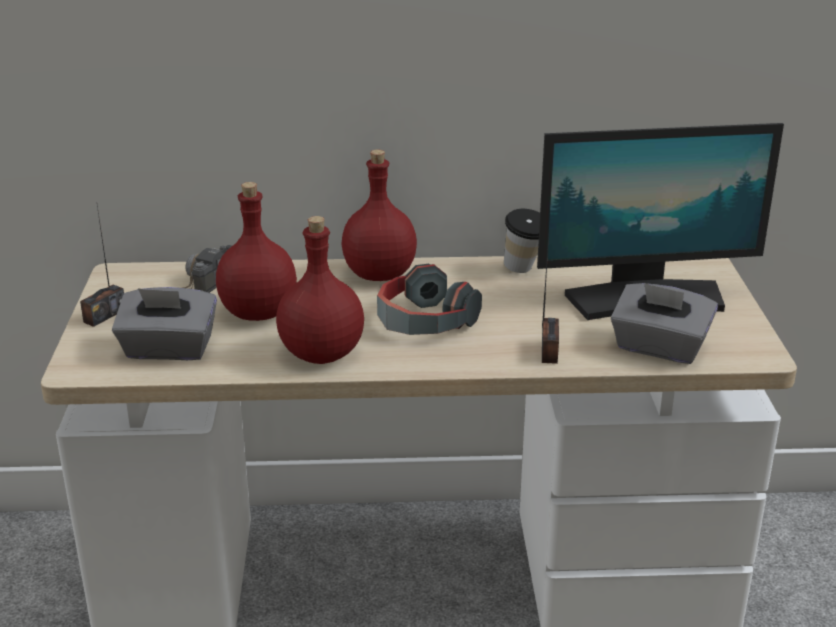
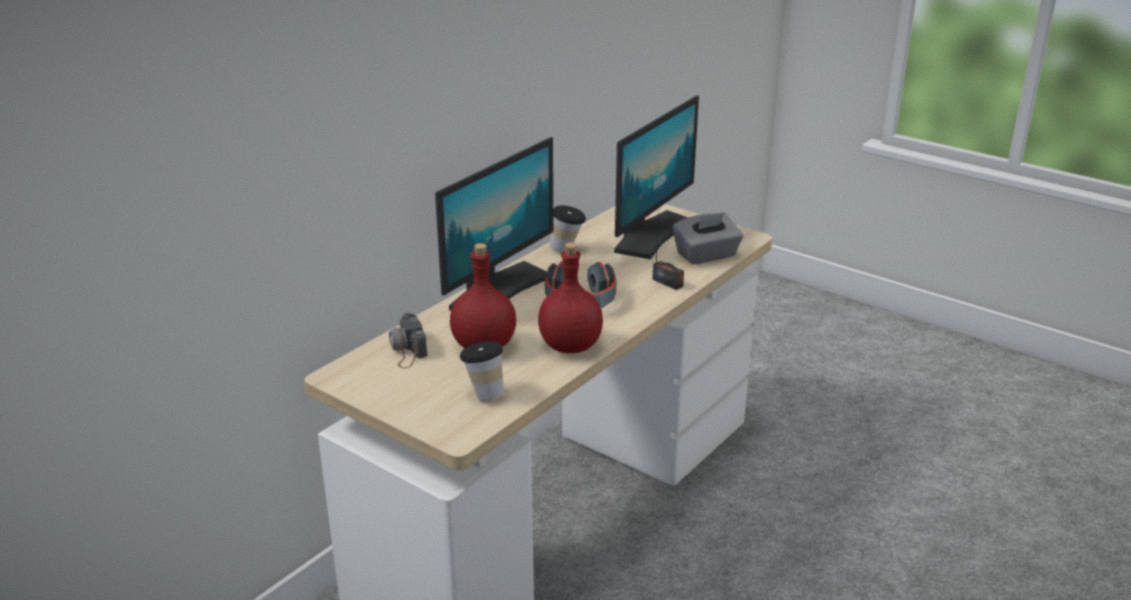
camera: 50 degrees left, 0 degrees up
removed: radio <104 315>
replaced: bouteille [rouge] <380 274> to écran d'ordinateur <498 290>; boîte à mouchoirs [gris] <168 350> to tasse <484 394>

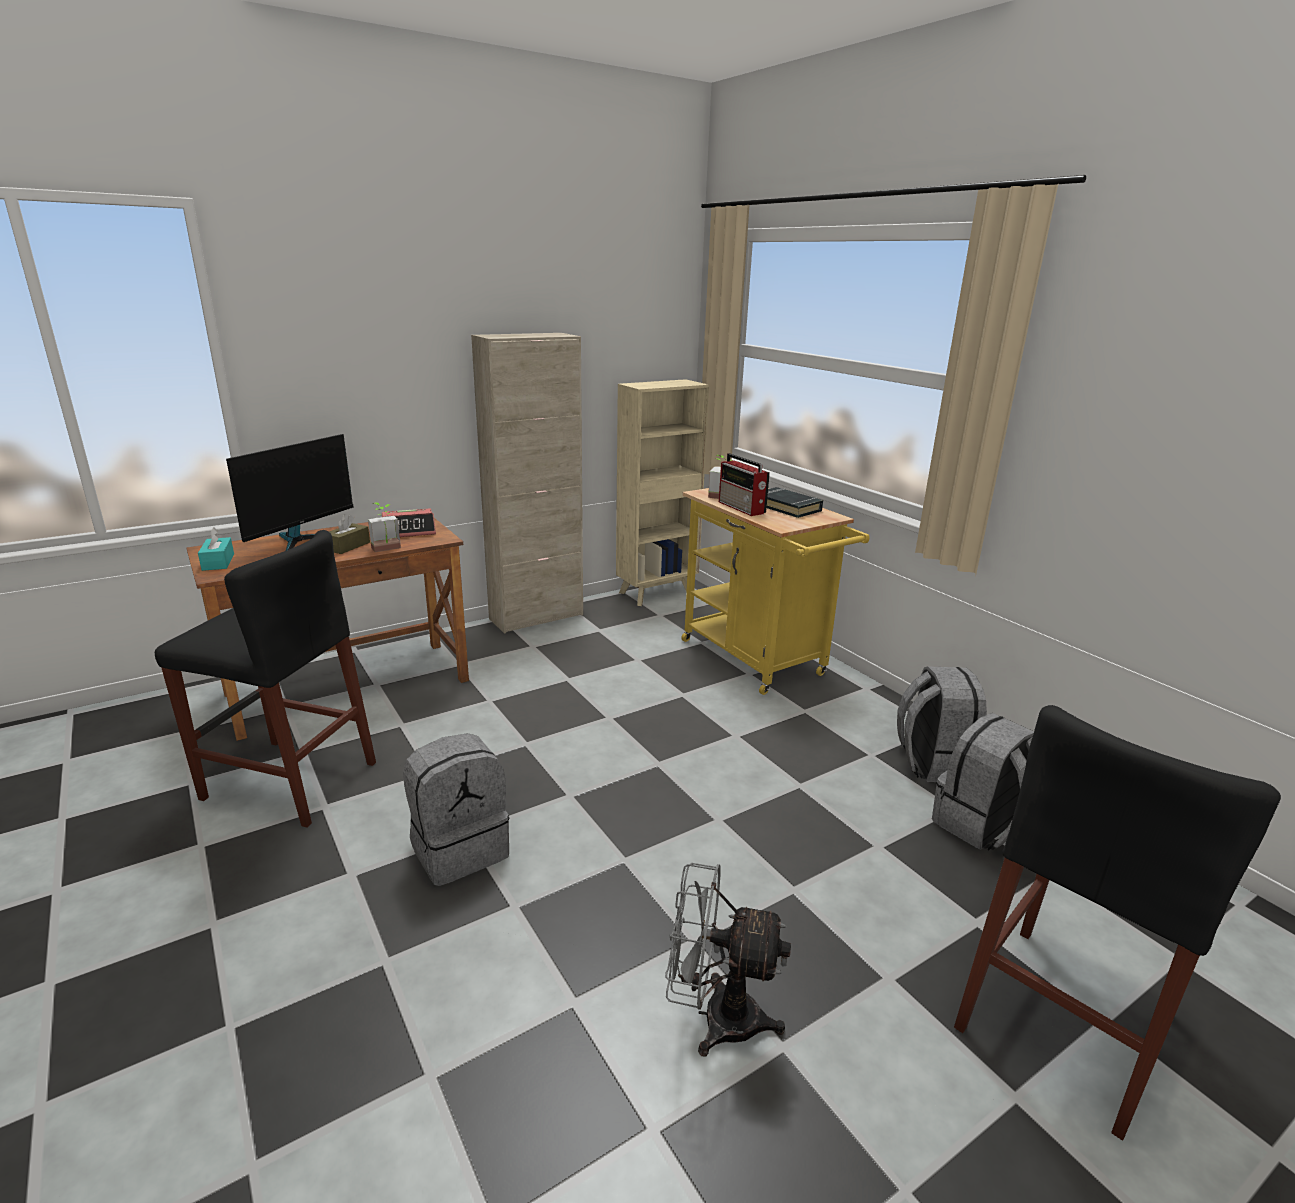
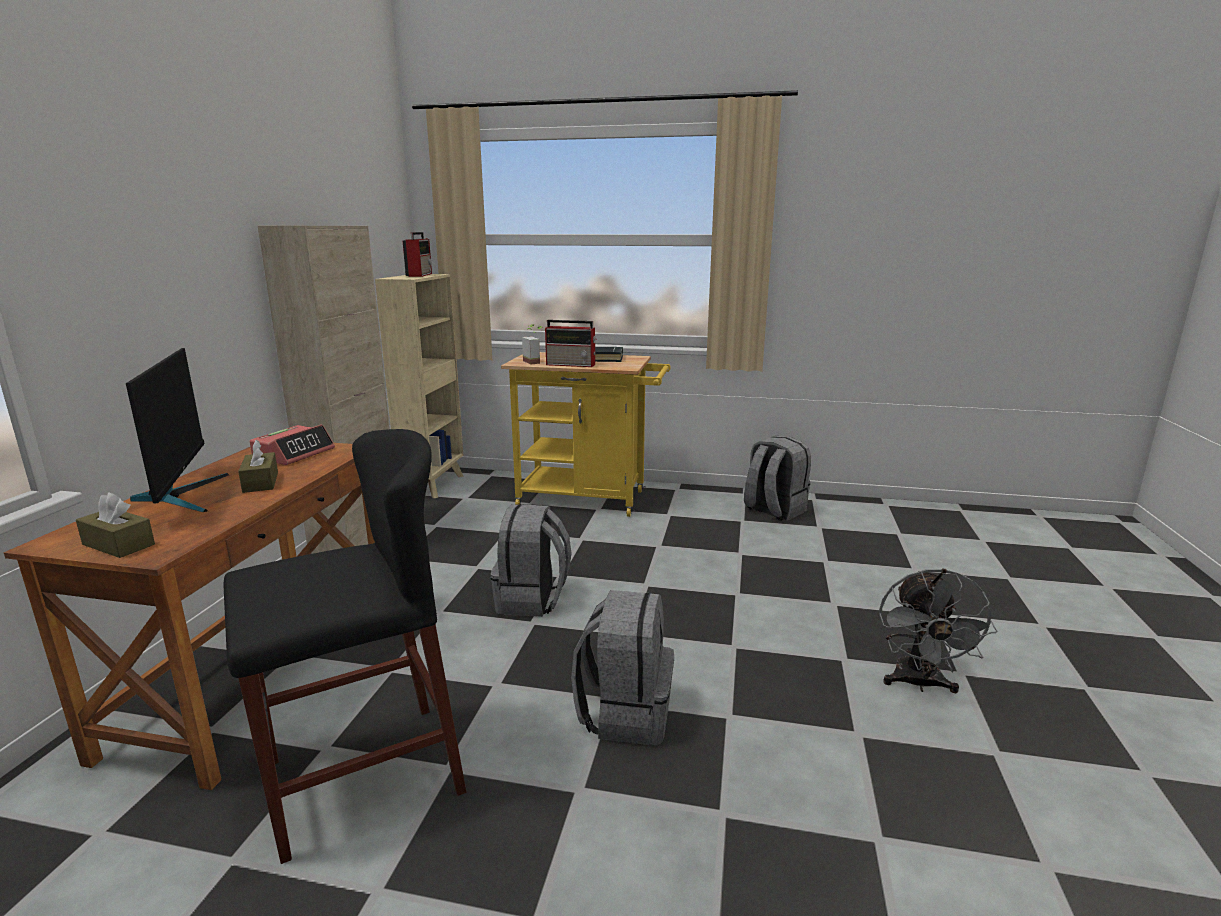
camera: 45 degrees left, 5 degrees down
removed: plante en pot <387 550>; tabouret [noir] <1065 1020>
added: radio <420 275>
moved: sac à dos [gris] <981 825> to <532 600>
recoloured: boîte à mouchoirs [turquoise] <218 562> to boîte à mouchoirs [marron] <118 544>
turned: ventilateur [gris] <715 1017> = <919 684> 45 degrees counterclockwise

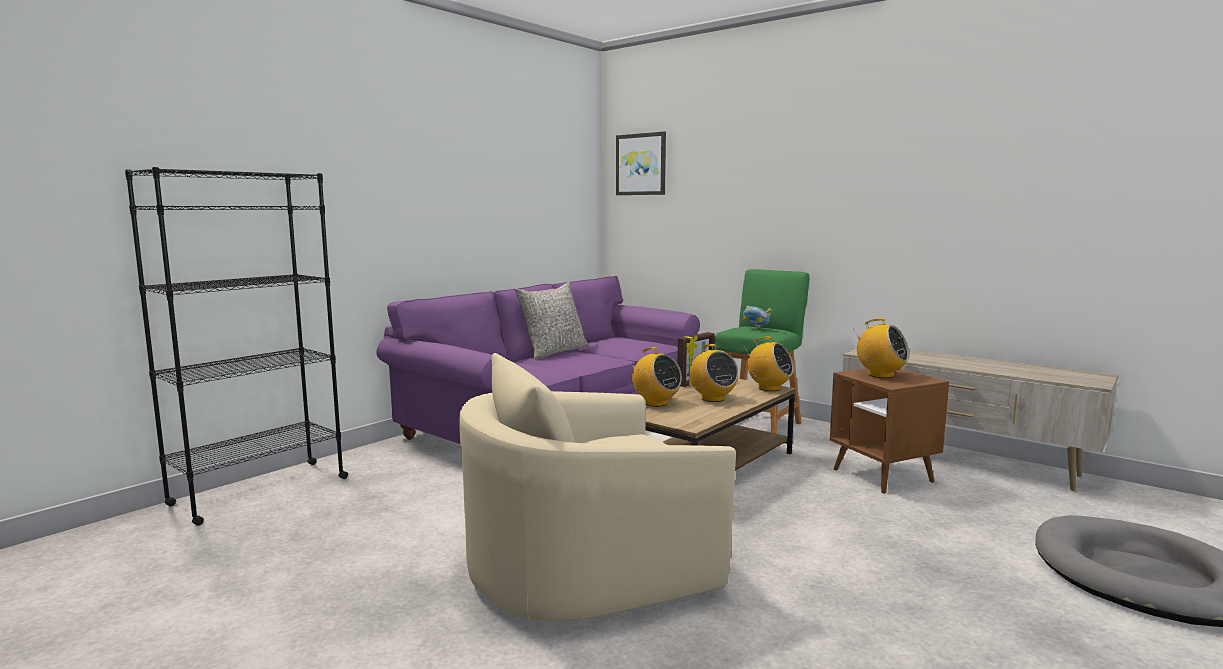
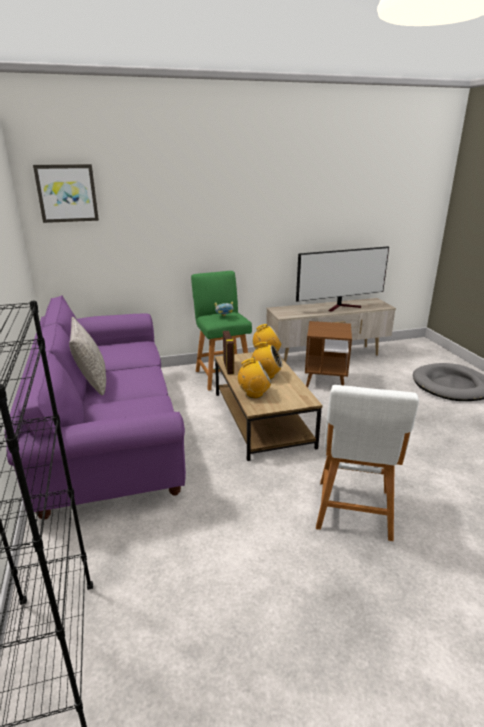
camera: 55 degrees left, 15 degrees up
removed: radio <880 375>
added: téléviseur <342 307>
replaced: fauteuil [beige] <586 565> to tabouret [blanc] <353 512>

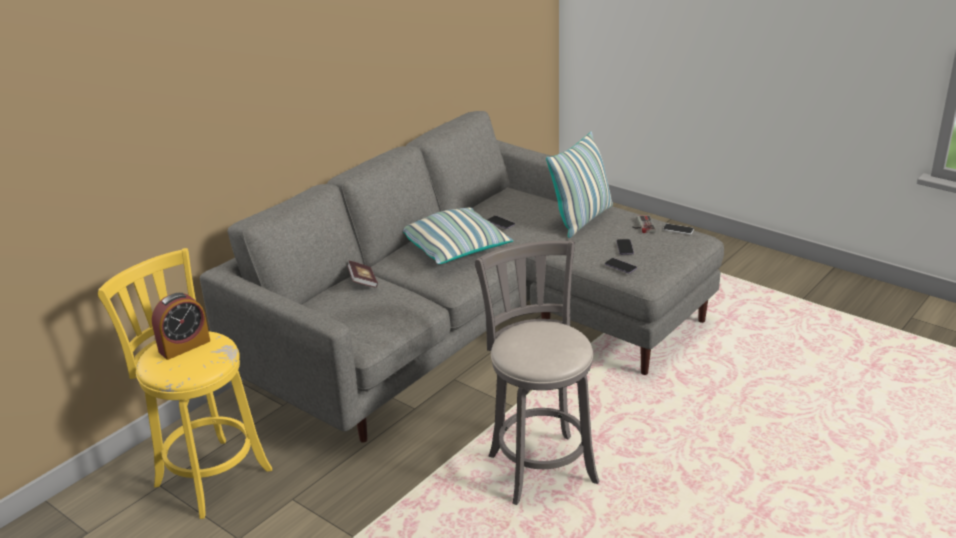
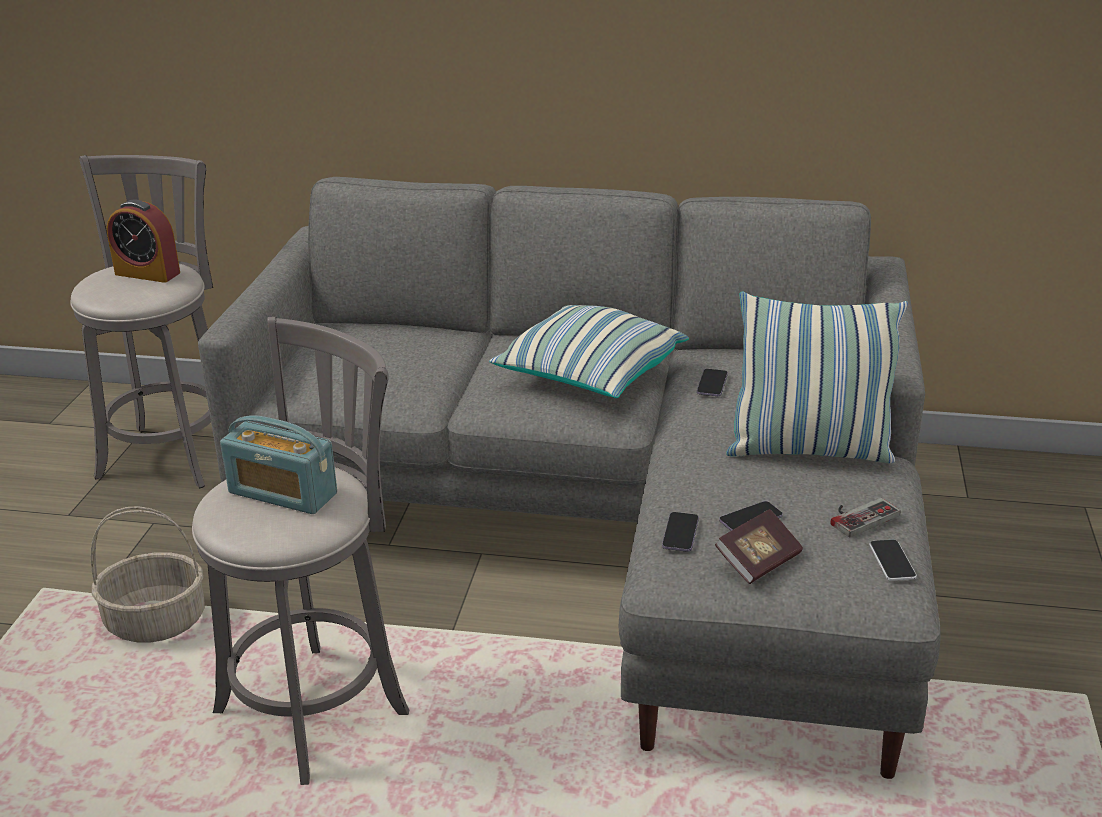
camera: 60 degrees right, 0 degrees up
added: panier <157 621>; radio <282 493>
moved: livre <363 282> to <758 561>
recoloured: tabouret [jaune] <209 475> to tabouret [gris] <173 452>

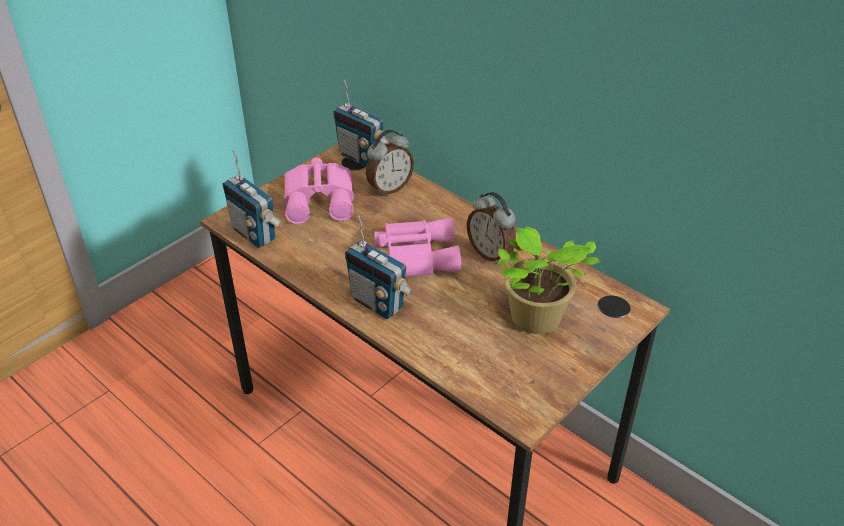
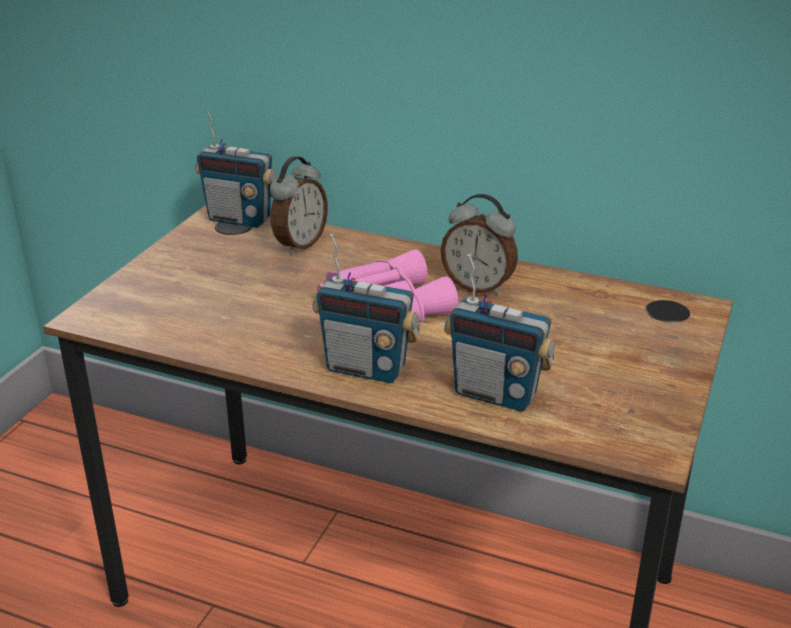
camera: 20 degrees left, 10 degrees down
removed: jumelles [rose] <321 199>; plante en pot <535 320>
moved: radio <255 234> to <496 394>

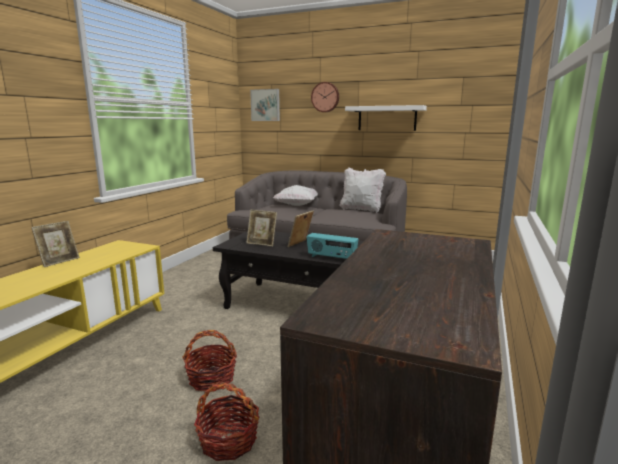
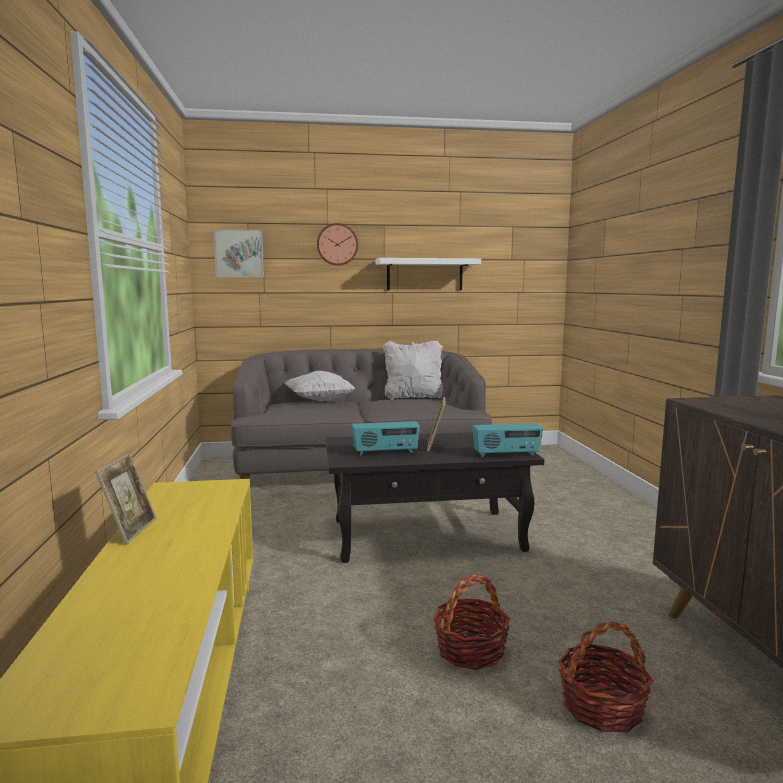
camera: 30 degrees left, 5 degrees down
replaced: cadre photo <262 243> to radio <385 452>

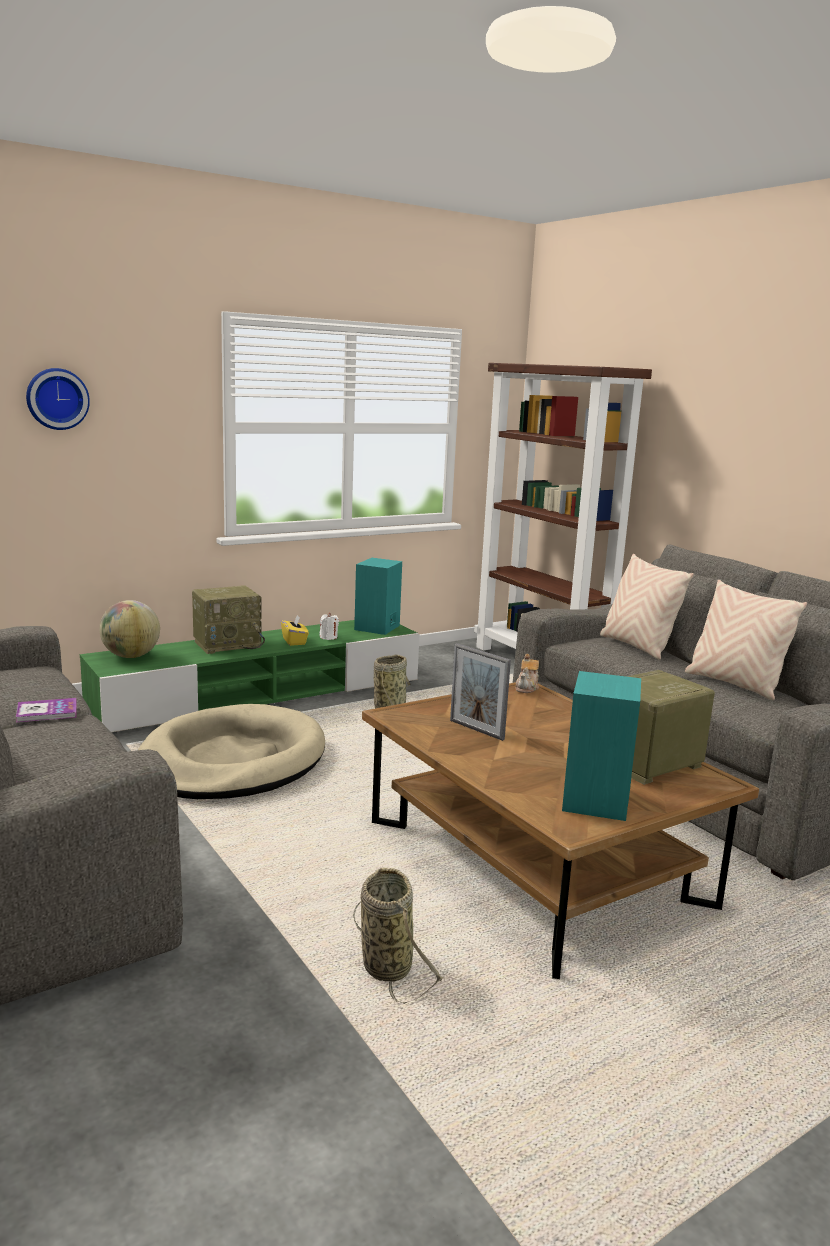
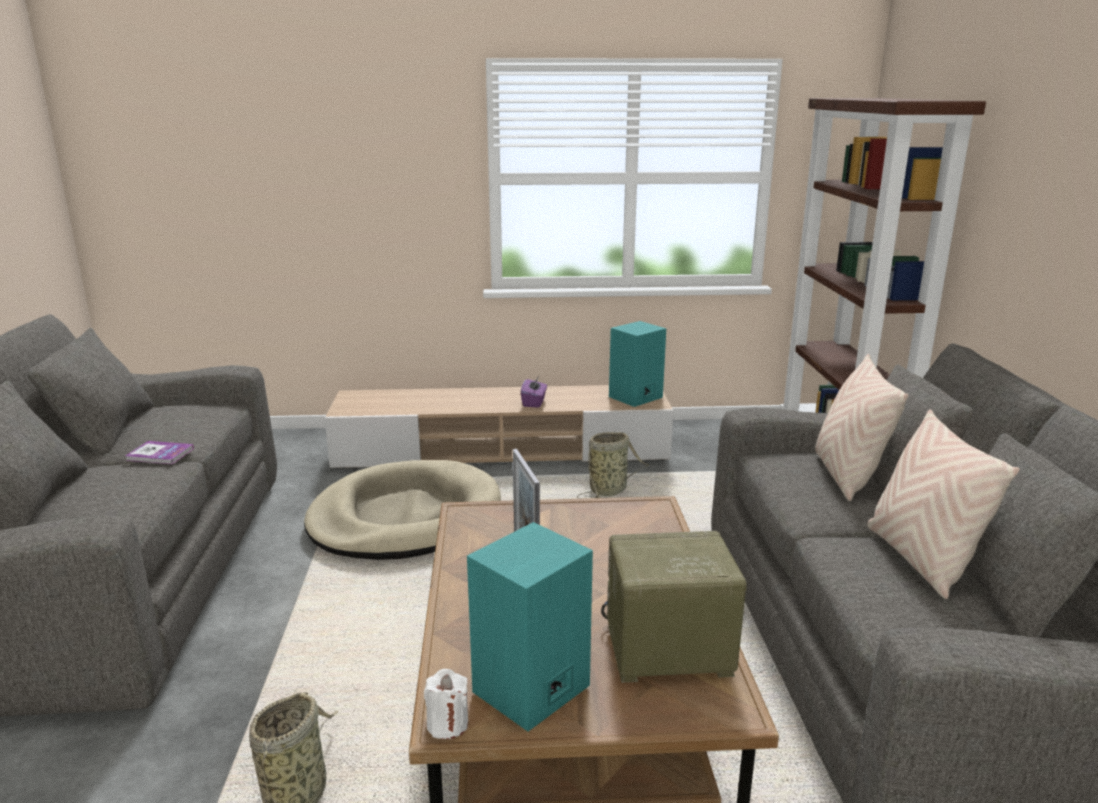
camera: 30 degrees right, 5 degrees up
removed: horloge murale <57 399>; globe <131 656>; radio <228 644>; théière <527 688>
moved: bougie [blanc] <328 637> to <447 724>
recoloured: meuble télé [vert] <261 695> to meuble télé [beige] <502 451>; boîte à mouchoirs [jaune] <294 641> to boîte à mouchoirs [violet] <534 402>

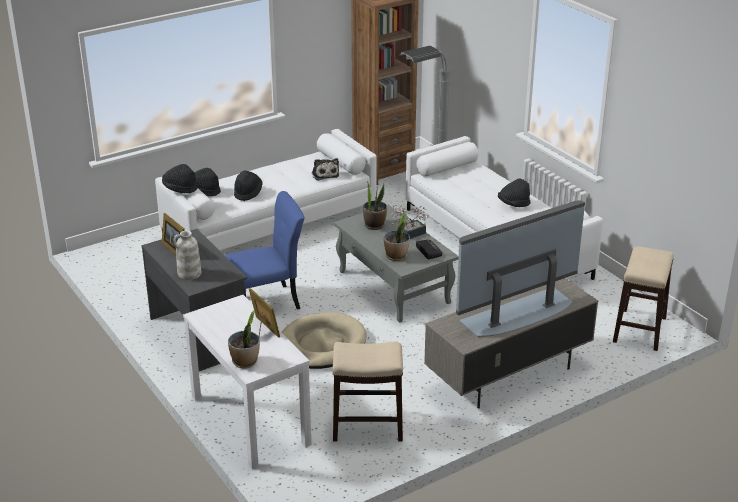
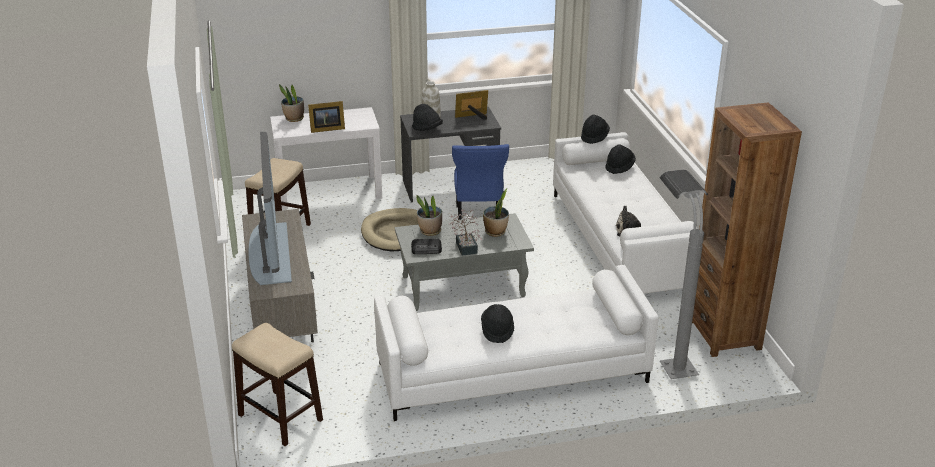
camera: 110 degrees right, 0 degrees up
moved: chapeau [noir] <248 193> to <427 129>

